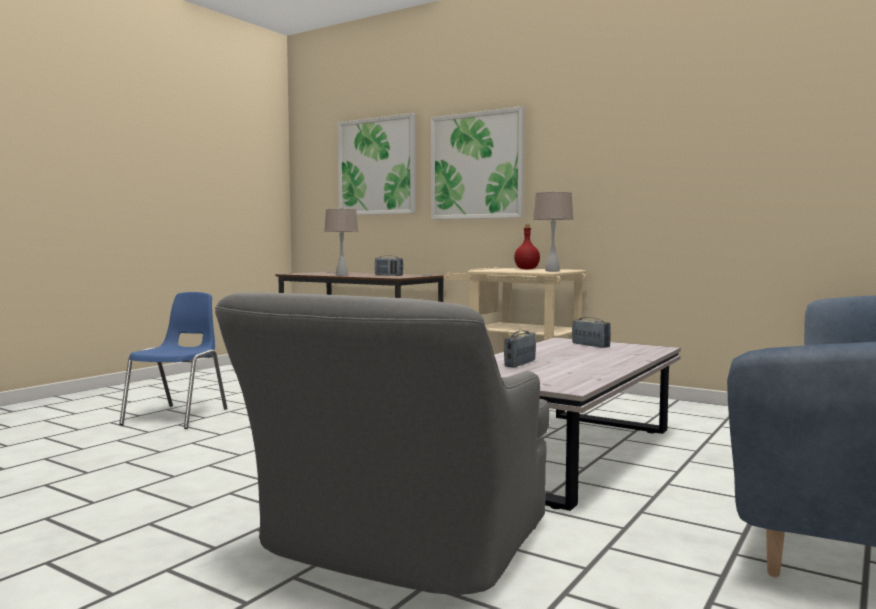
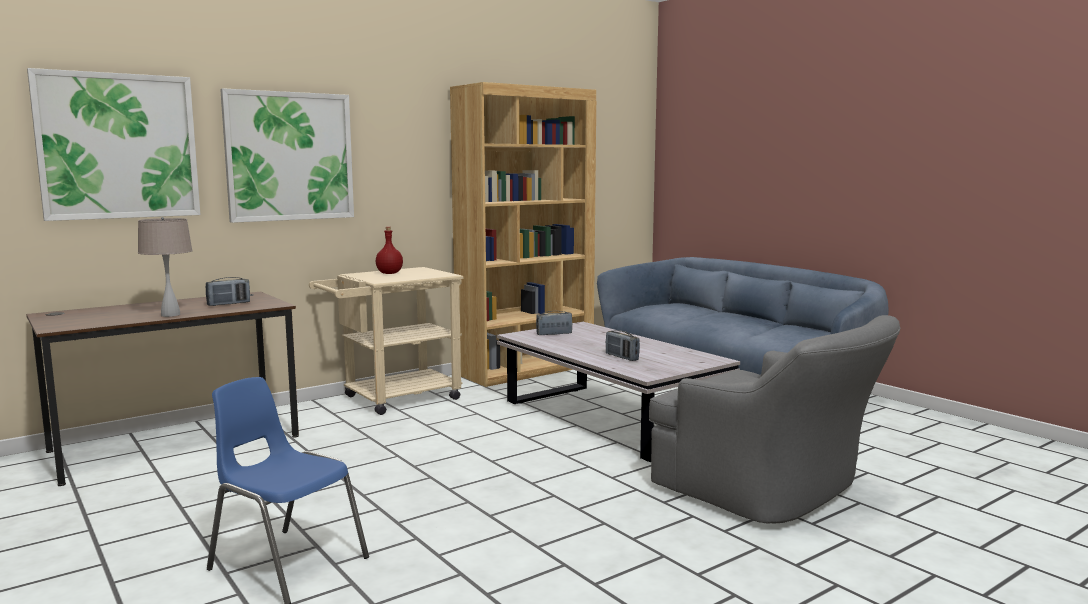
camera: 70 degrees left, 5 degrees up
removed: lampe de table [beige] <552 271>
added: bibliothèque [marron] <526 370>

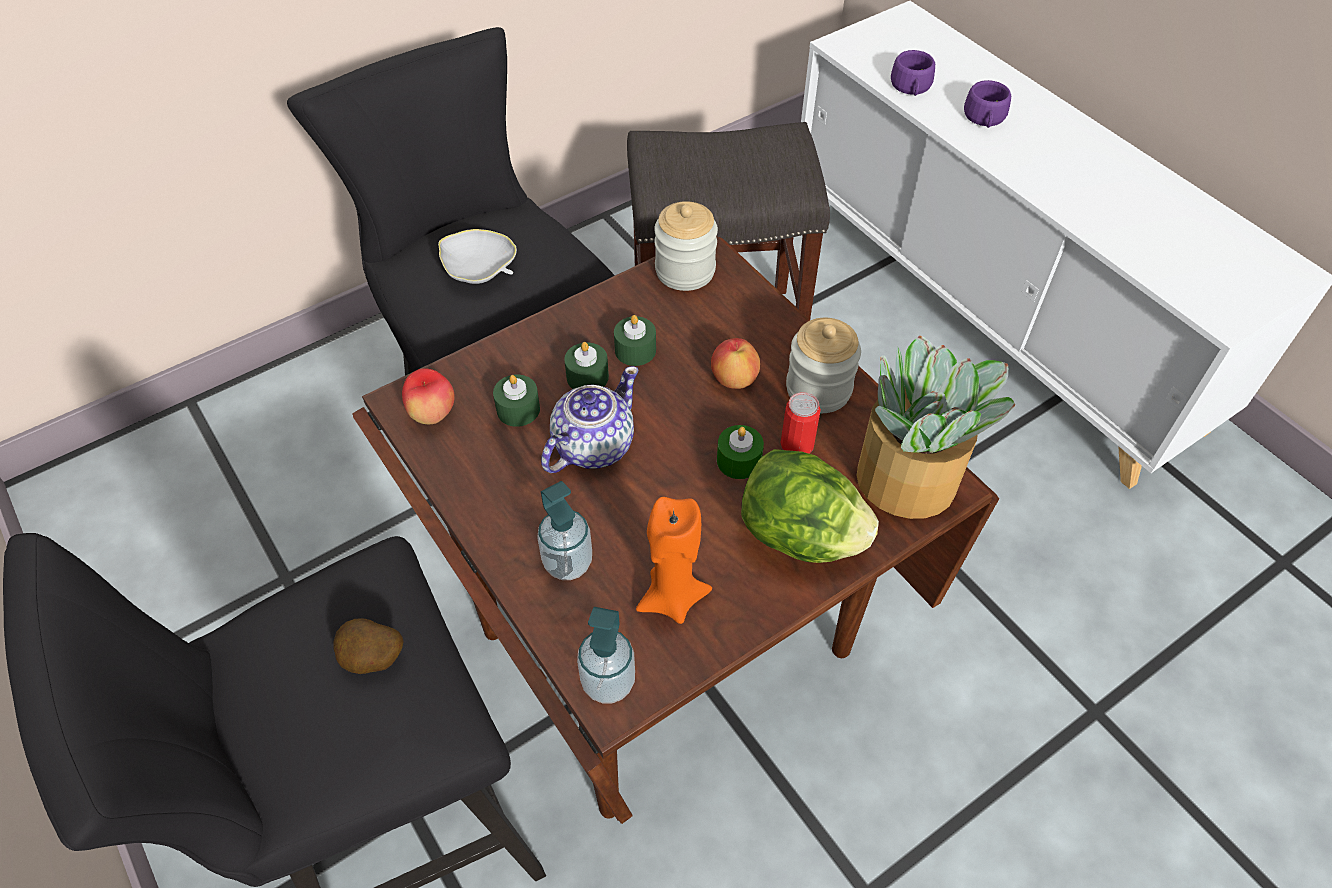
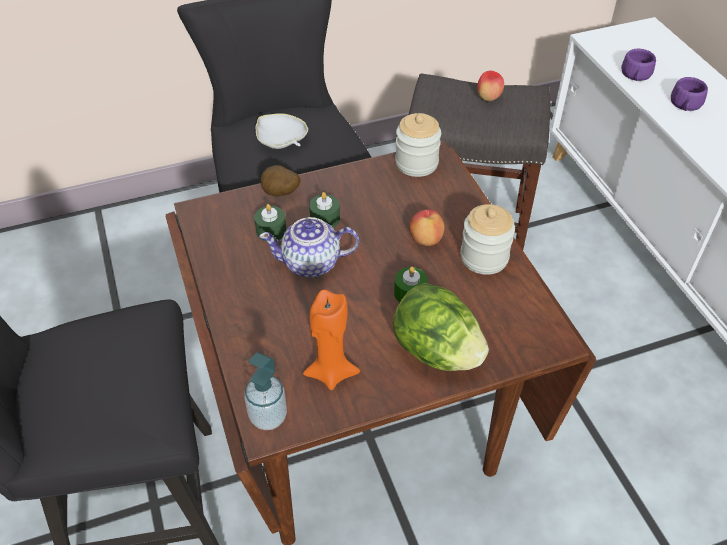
camera: 15 degrees right, 5 degrees down
removed: distributeur de savon <568 563>; bougie [vert] <635 350>; boîte métallique <797 444>; plante en pot <908 482>
moved: pomme de terre <373 660> to <280 194>; pomme <433 415> to <488 98>
turned: théière <592 446> = <312 263> 150 degrees counterclockwise

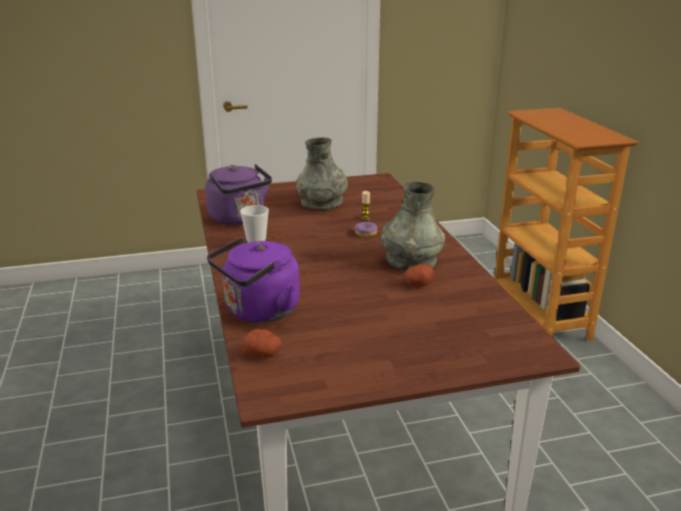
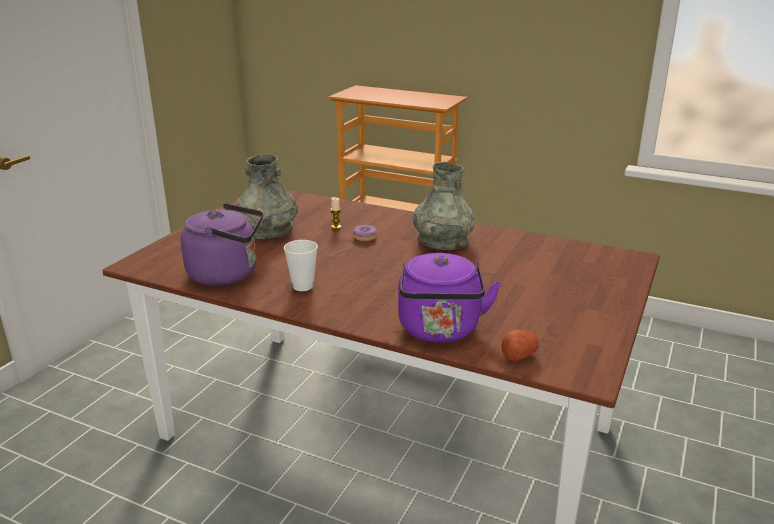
camera: 50 degrees left, 0 degrees up
removed: pomme de terre <418 284>

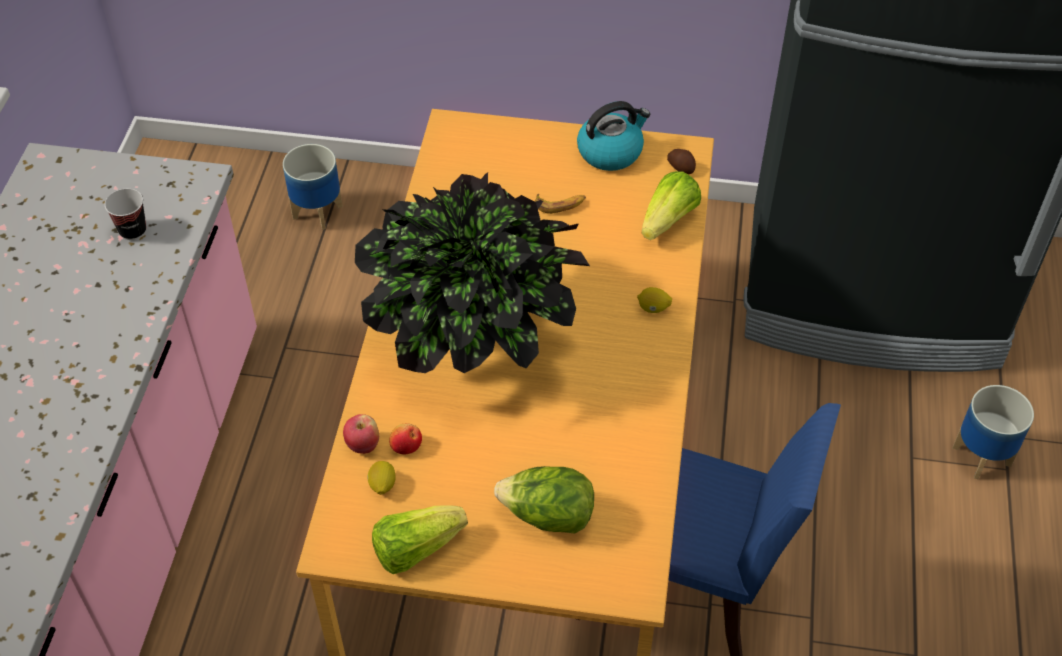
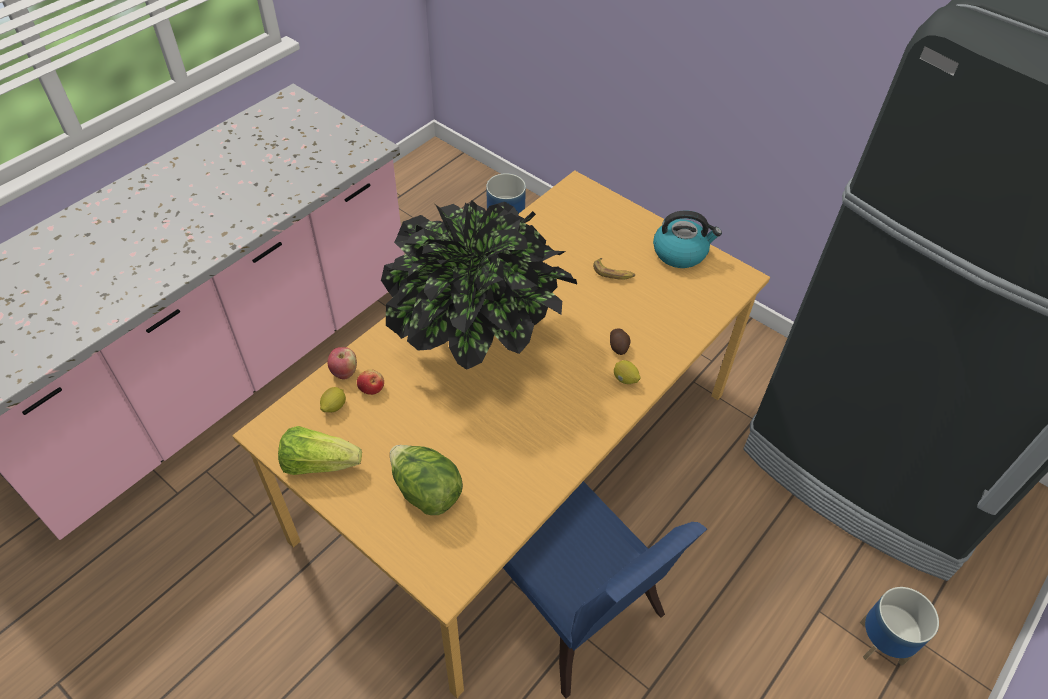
camera: 30 degrees right, 0 degrees up
removed: tasse <133 231>; laitue <668 221>
moved: pomme de terre <681 167> to <618 346>

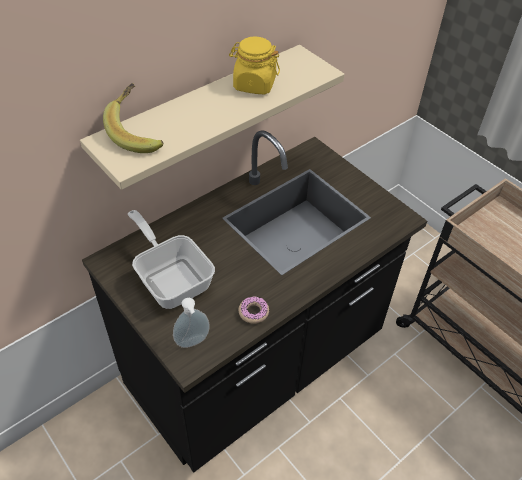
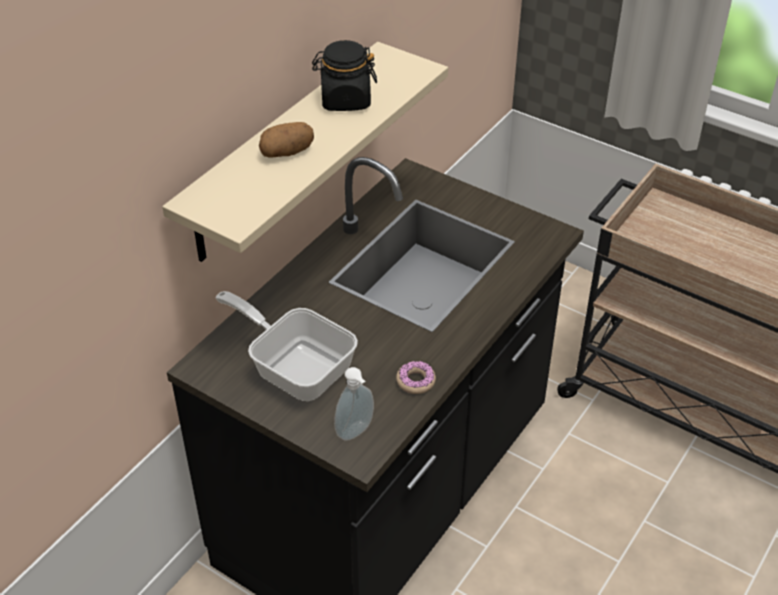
camera: 15 degrees left, 5 degrees down
removed: banane <138 133>
added: pomme de terre <287 152>
recoloured: bocal [jaune] <254 84> to bocal [noir] <345 100>

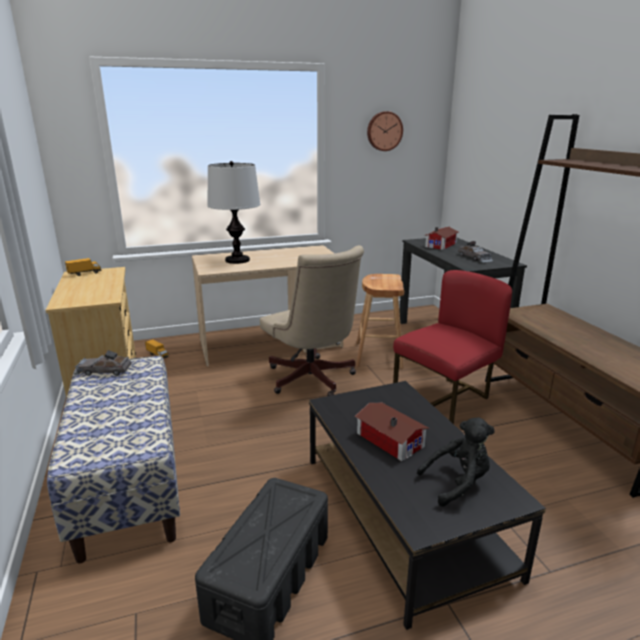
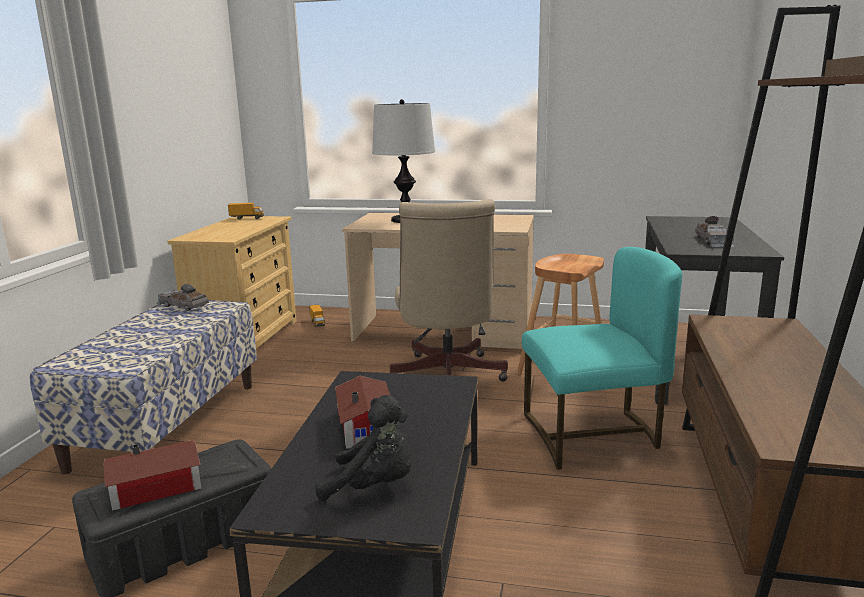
camera: 30 degrees right, 5 degrees down
removed: horloge murale <384 131>
moved: maison miniature <442 245> to <159 487>
recoloured: chaise [rouge] <445 400> to chaise [turquoise] <592 435>

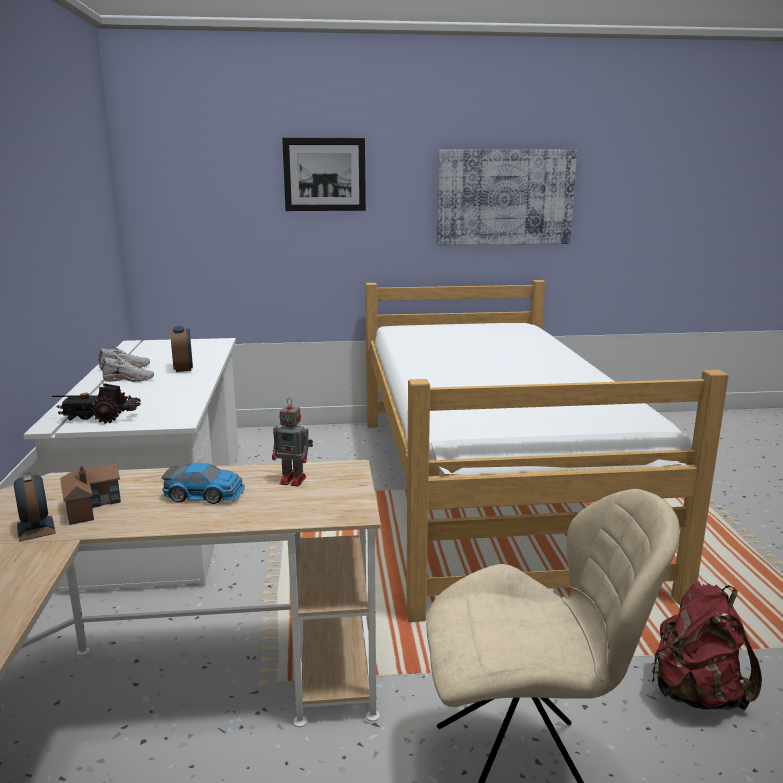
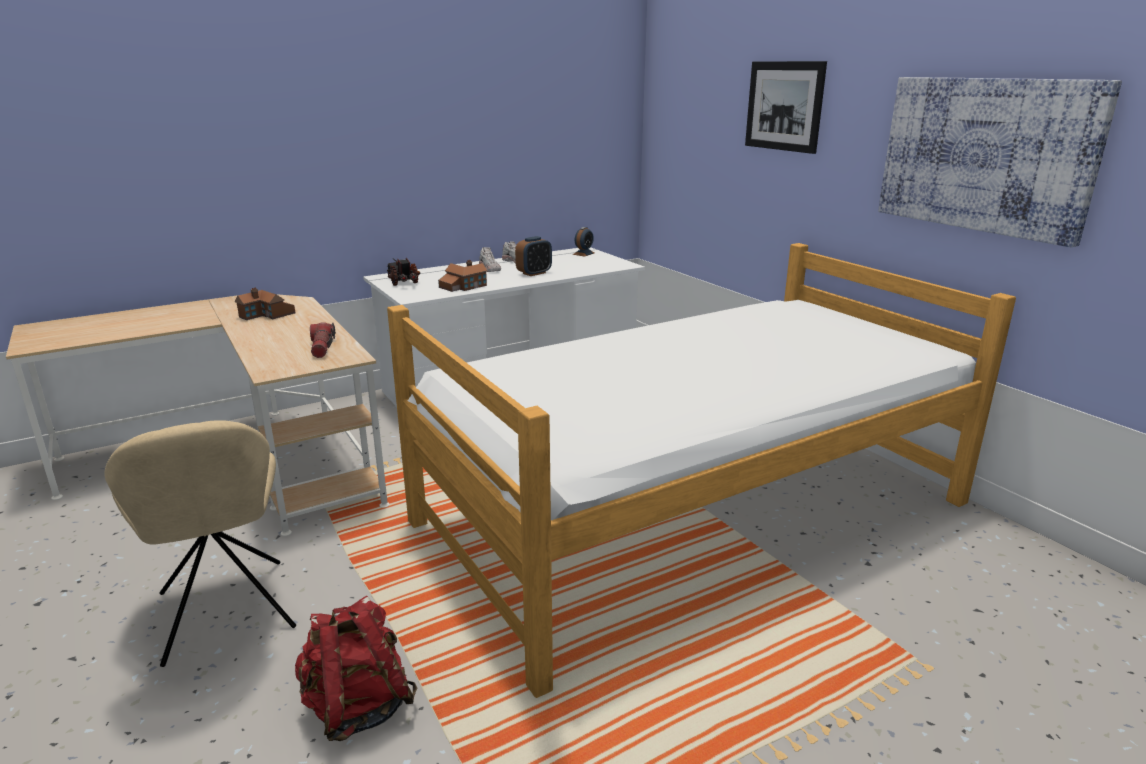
camera: 65 degrees right, 5 degrees up
removed: petite voiture <205 494>
added: maison miniature <463 286>
moved: réveil <36 528> to <583 253>
replaced: robot jouet <294 480> to lampe de poche <322 348>

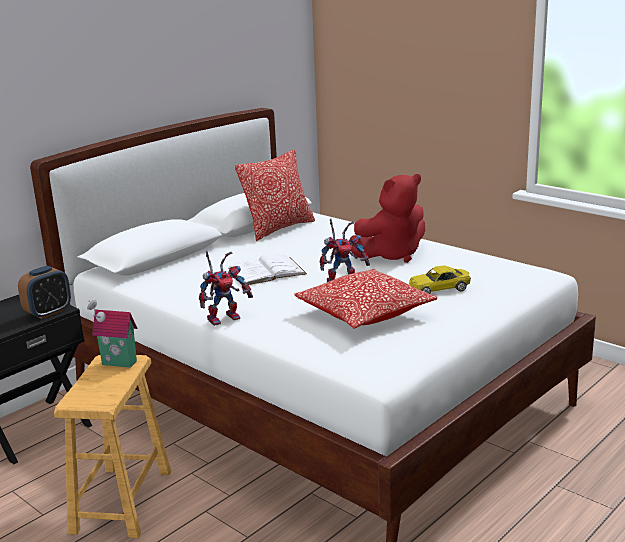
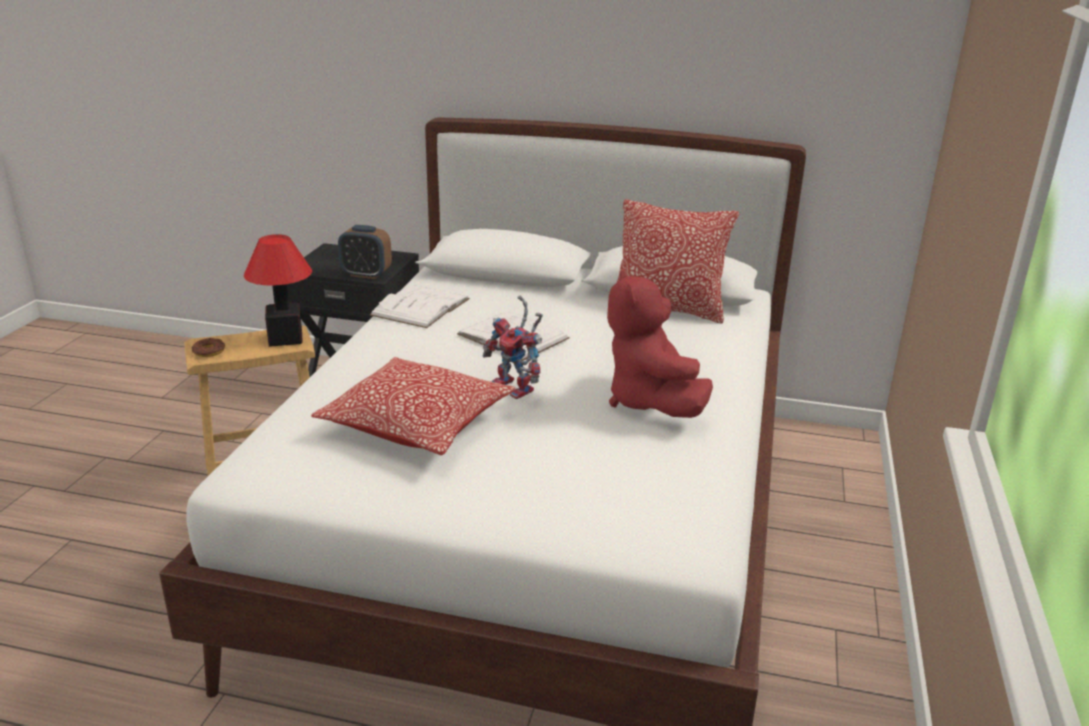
camera: 60 degrees right, 5 degrees up
removed: robot jouet <225 317>; petite voiture [jaune] <439 288>
added: beignet <209 351>; livre [blanc] <420 307>
replaced: maison miniature <118 364> to lampe de table <285 339>
turned: peluche [rouge] <392 255> = <650 402> 45 degrees clockwise

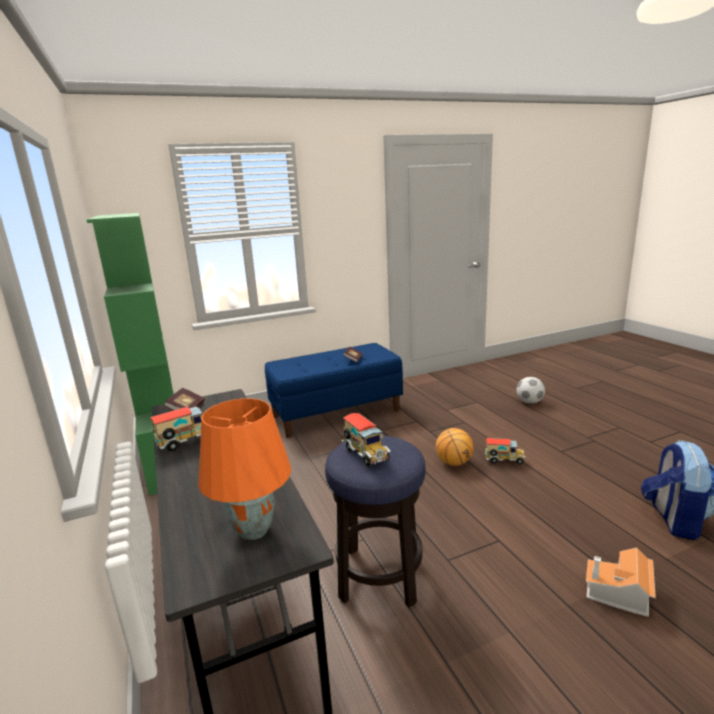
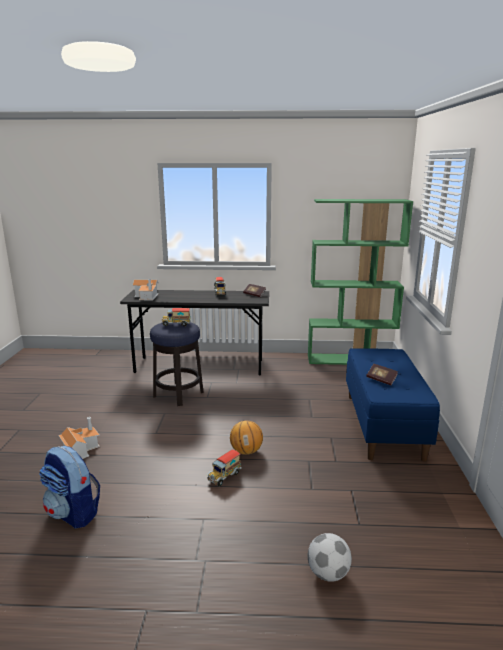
camera: 115 degrees right, 0 degrees up
replaced: lampe de table [orange] <254 529> to maison miniature <147 296>

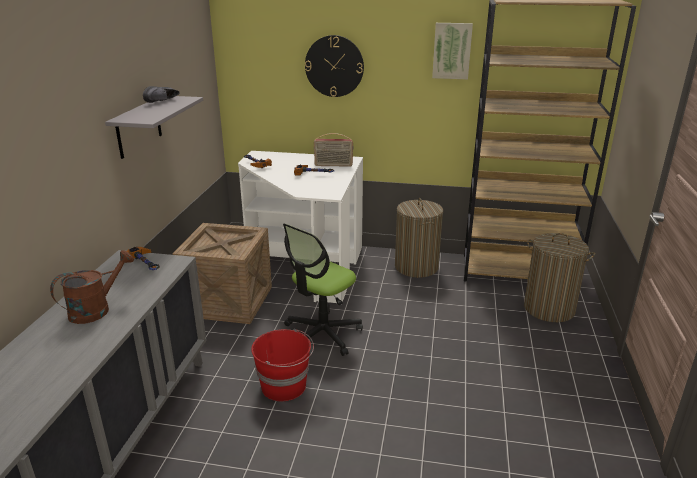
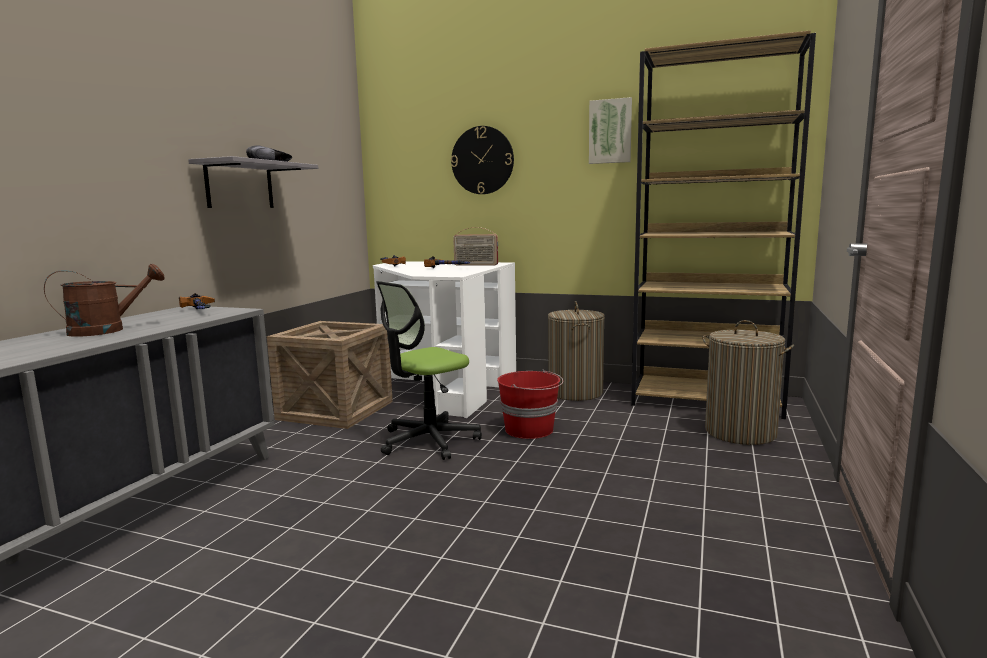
camera: 10 degrees right, 15 degrees down
moved: seau [rouge] <284 386> to <530 430>

